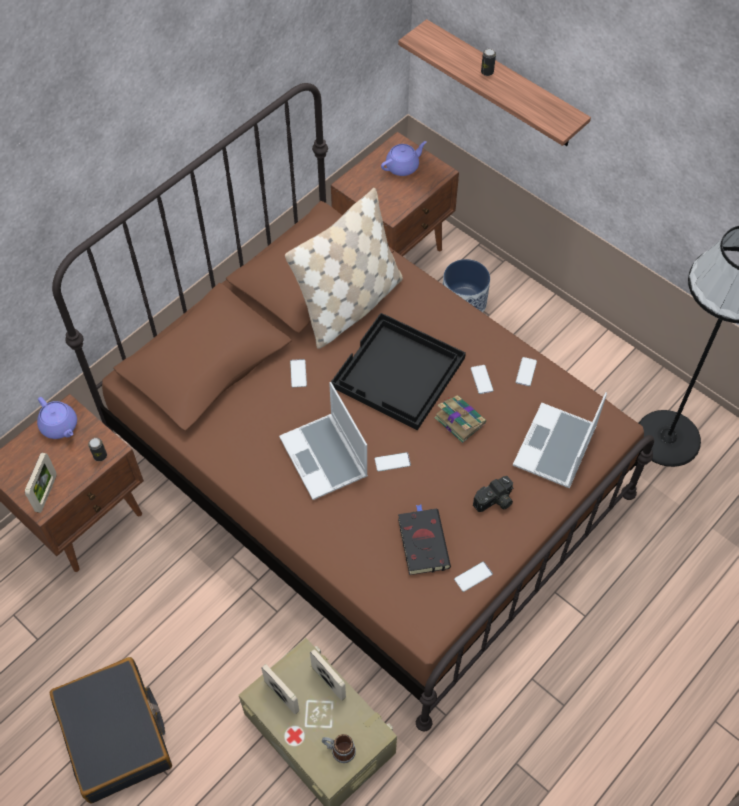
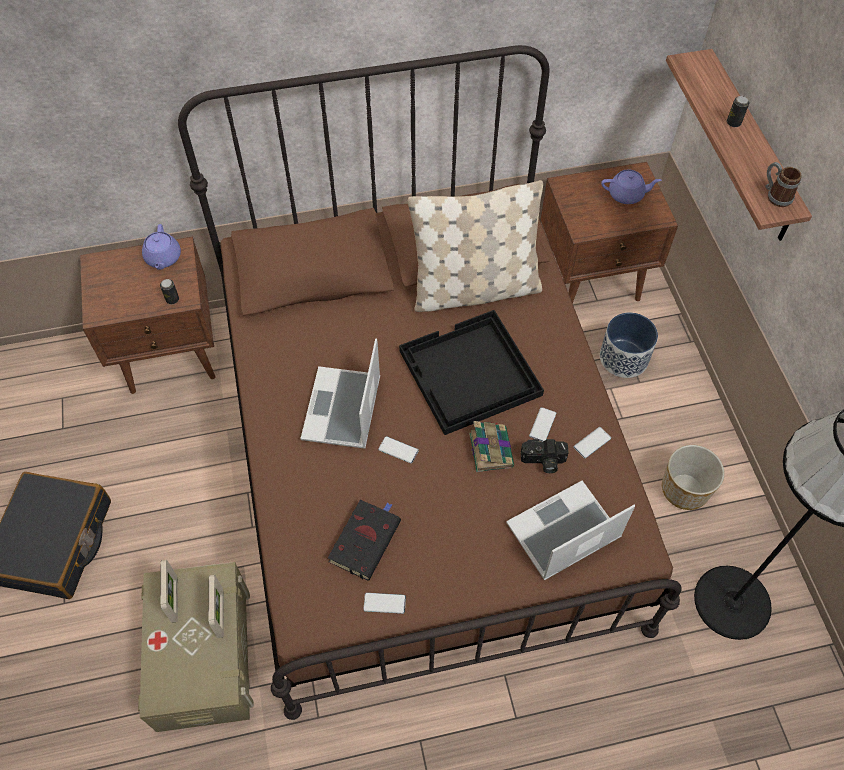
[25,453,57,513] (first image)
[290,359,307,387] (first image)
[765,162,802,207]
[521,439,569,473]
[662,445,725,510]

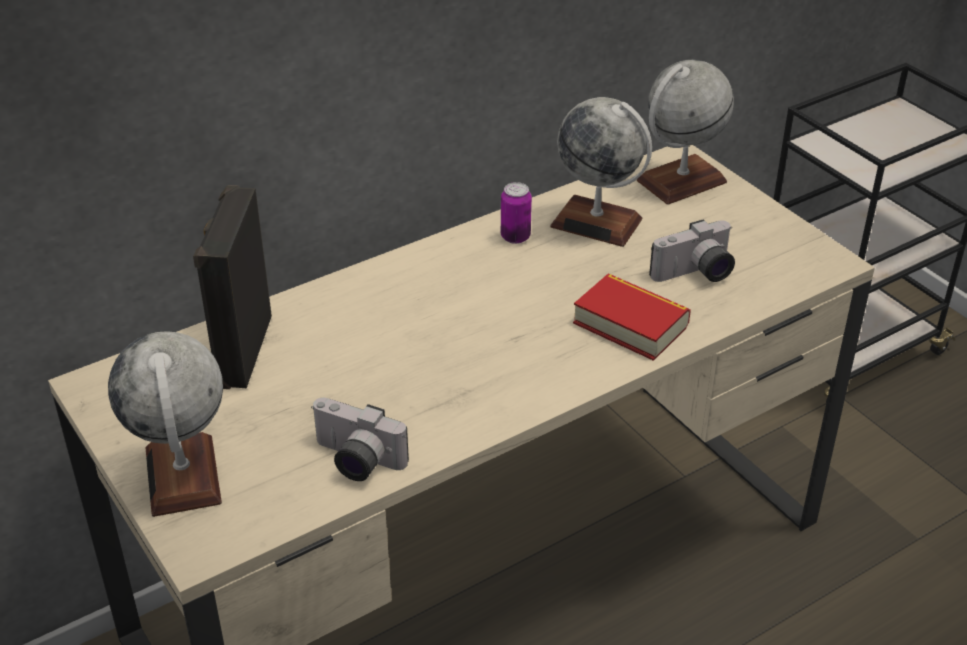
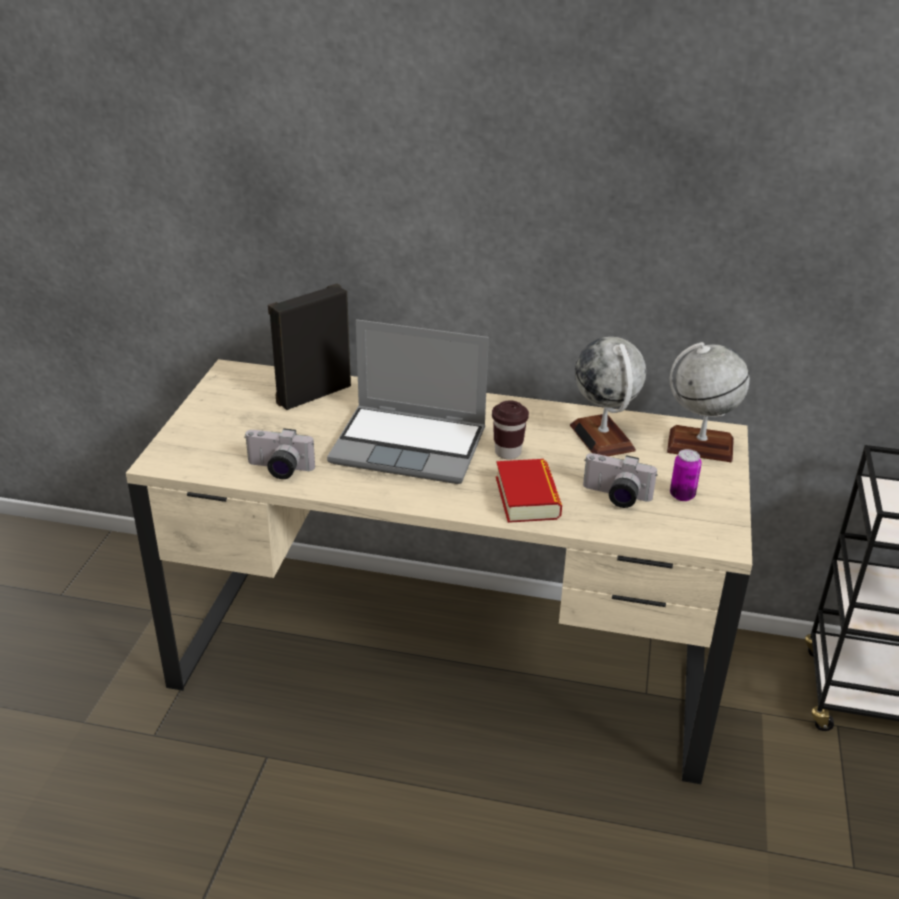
[108,331,223,517] (first image)
[244,428,315,479]
[670,449,702,501]
[327,319,489,484]
[492,400,529,459]

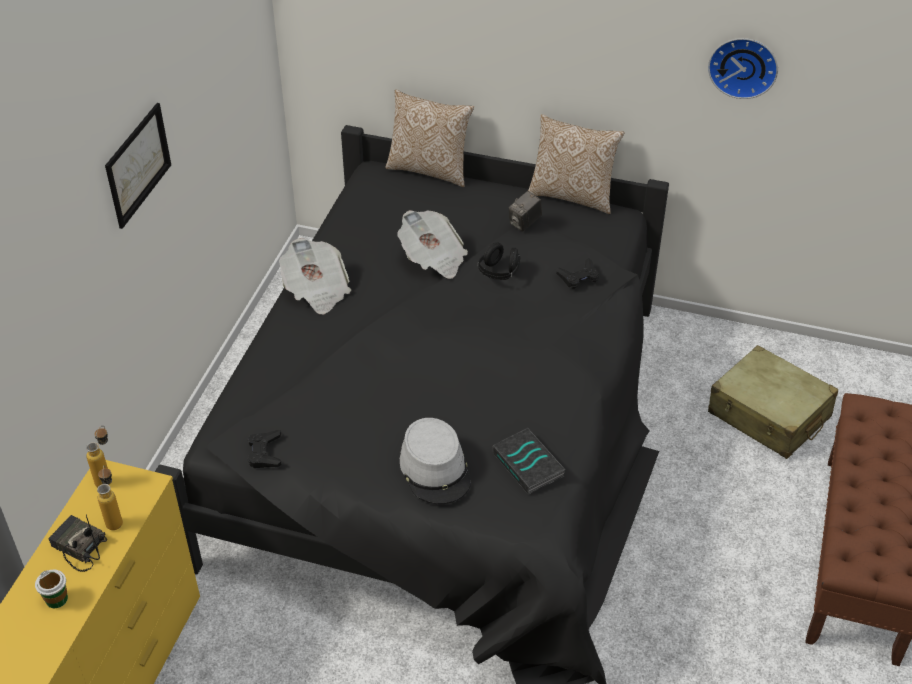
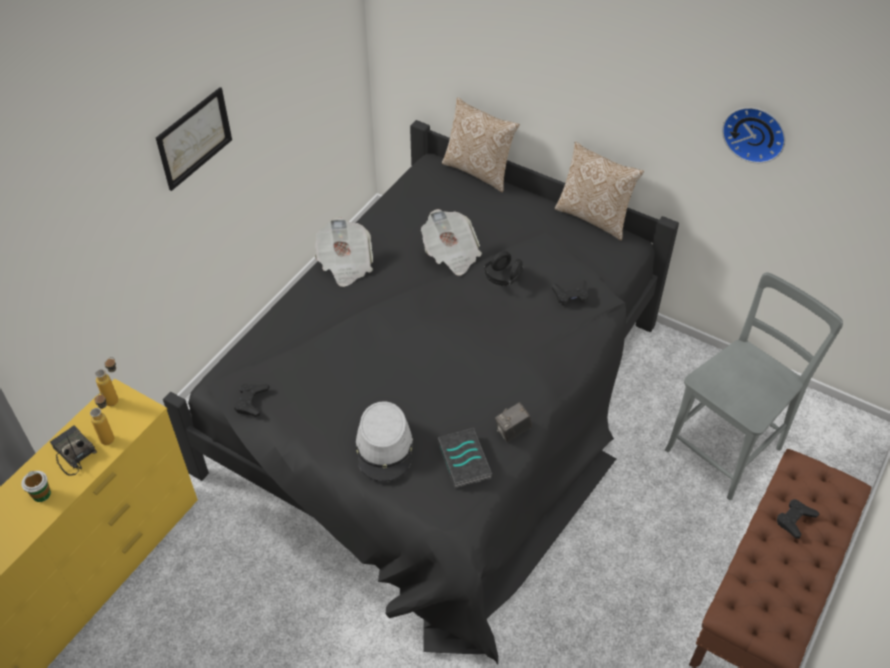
[495,402,532,442]
[665,272,843,500]
[777,499,820,539]

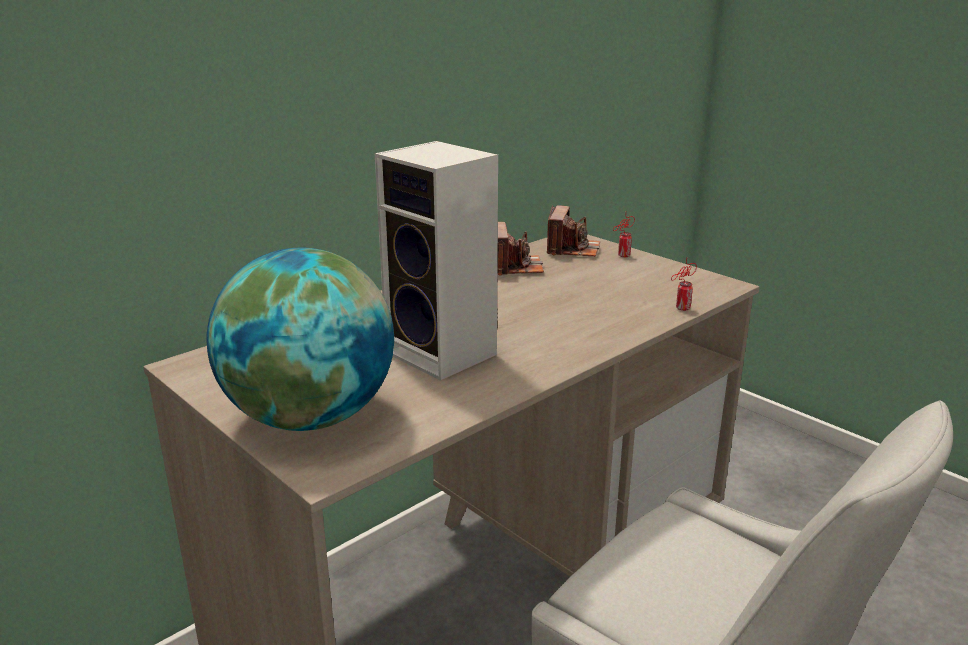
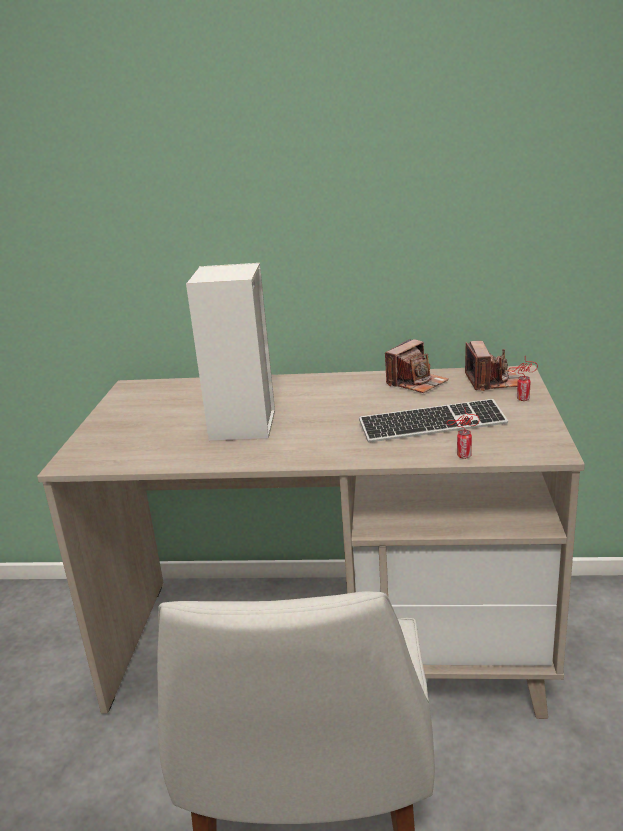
[206,248,394,431] (first image)
[465,341,519,391]
[359,399,508,443]

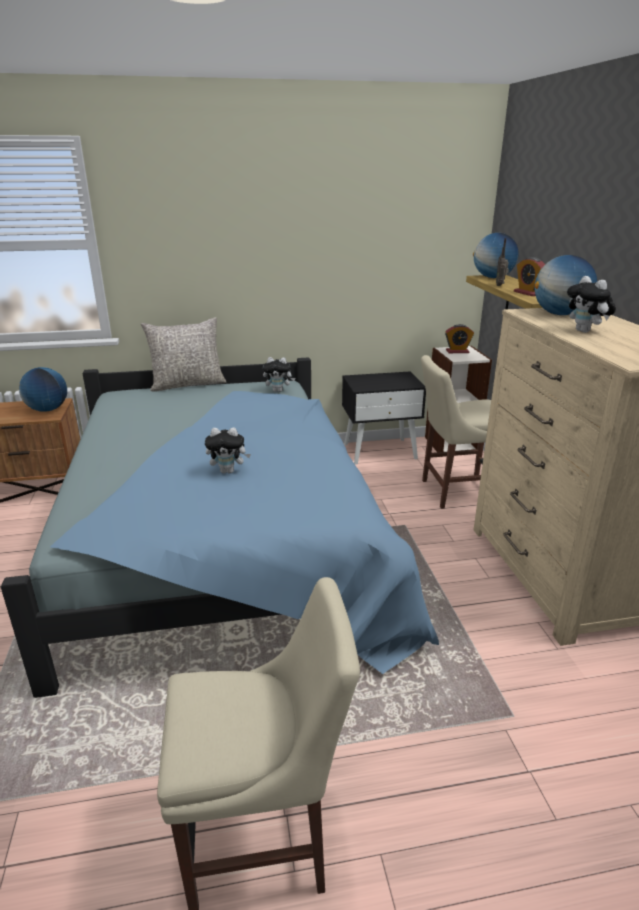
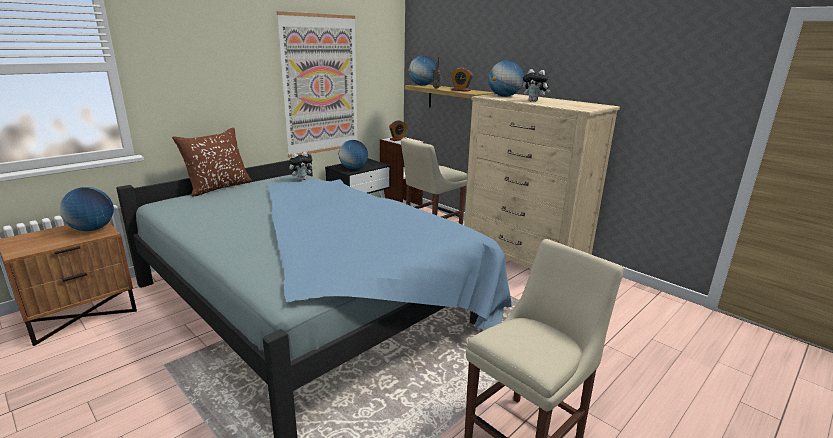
[172,127,252,196]
[205,428,251,473] (first image)
[276,11,357,157]
[338,140,368,169]

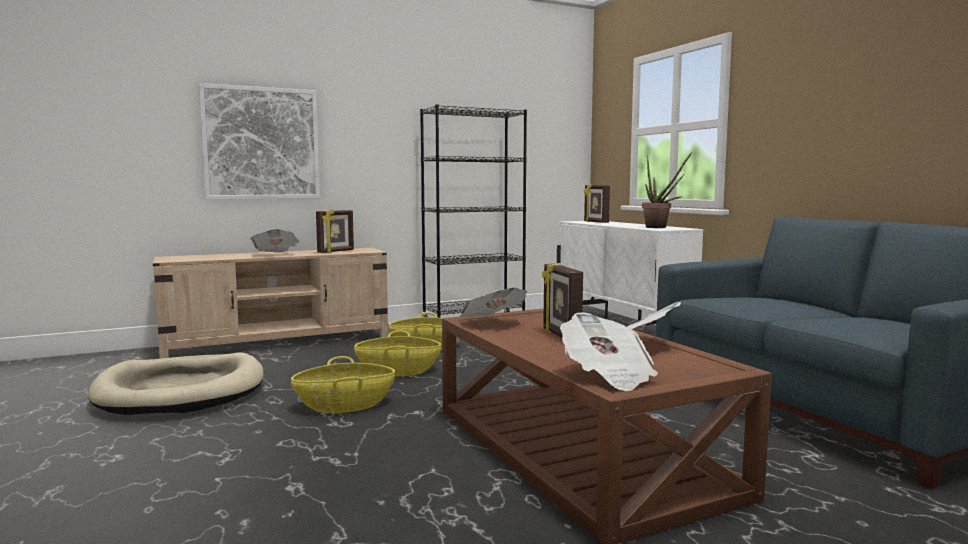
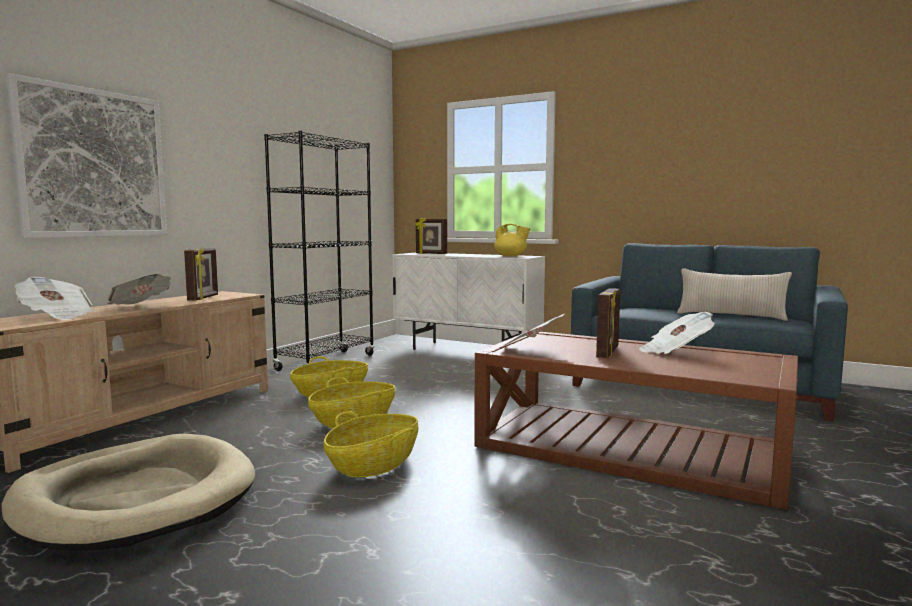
[596,288,620,358]
[15,277,94,320]
[494,224,530,256]
[677,268,792,321]

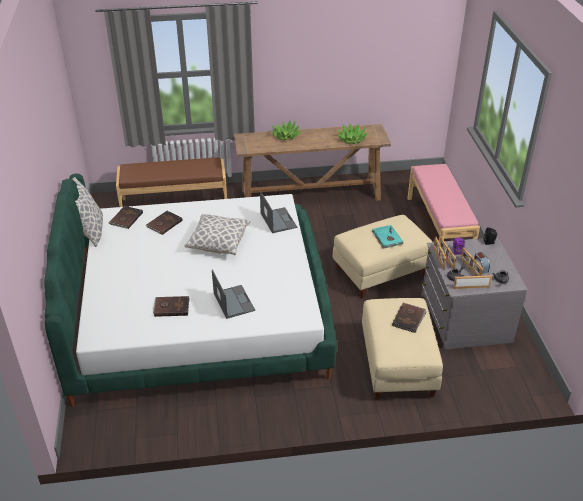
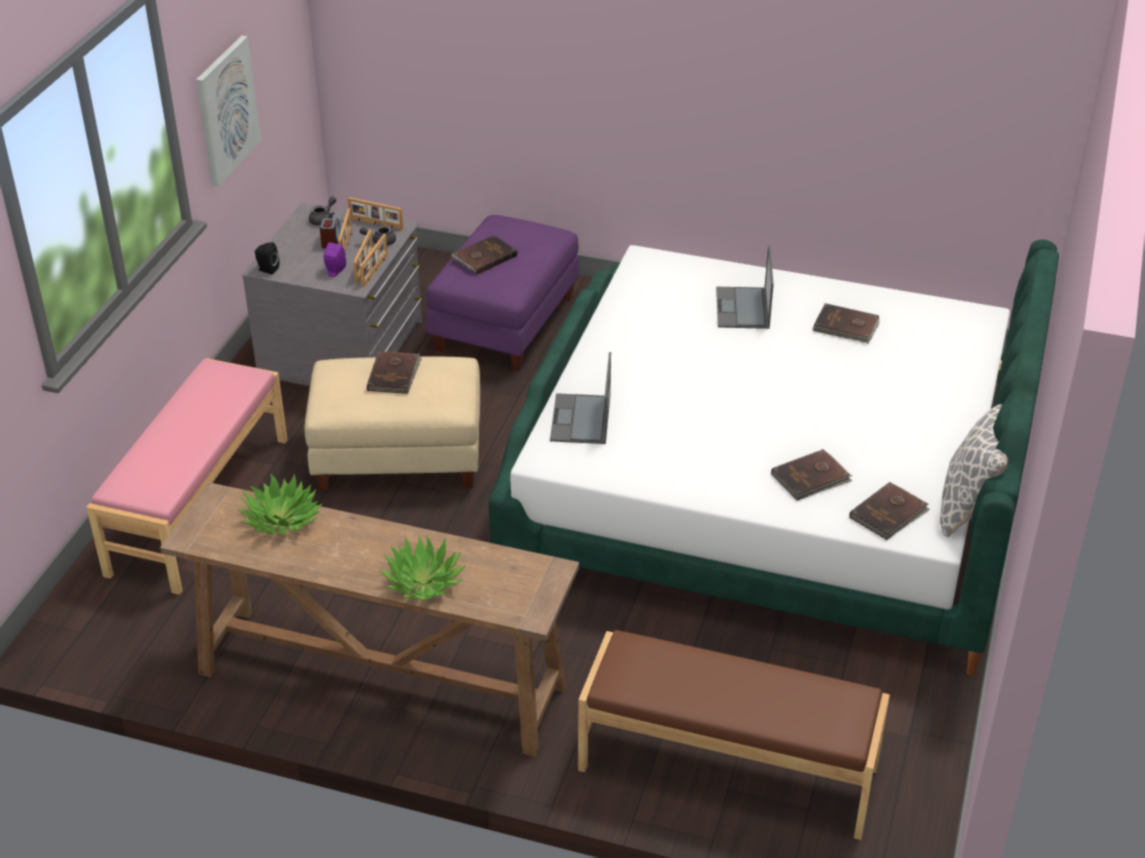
[184,214,250,255] (first image)
[426,215,579,371]
[367,351,422,394]
[196,36,261,187]

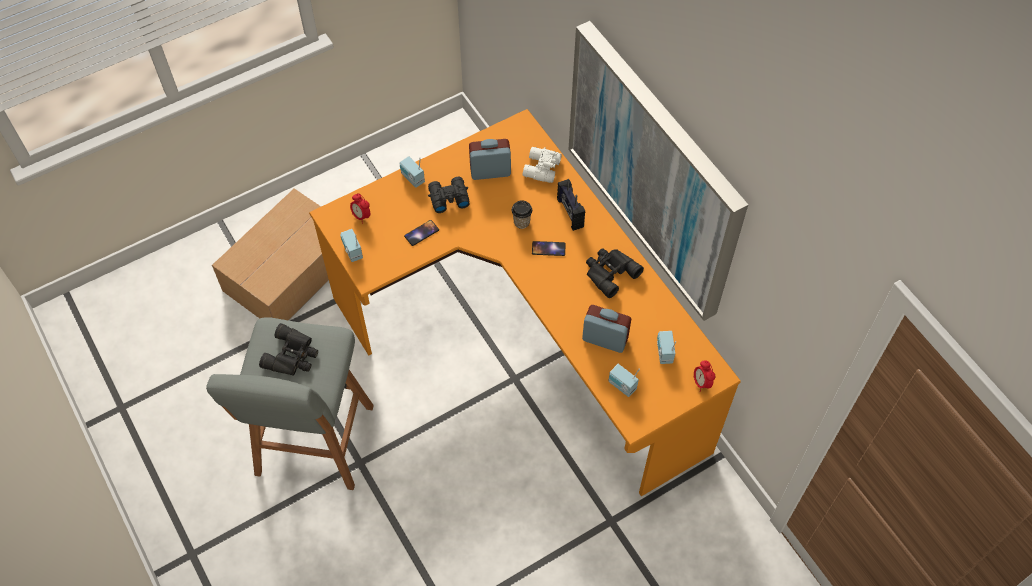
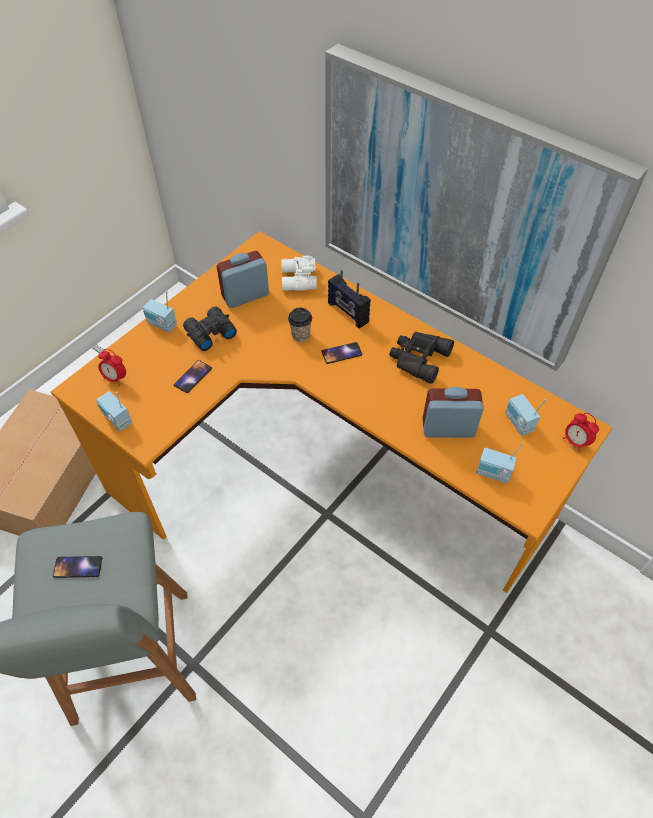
[53,556,102,578]

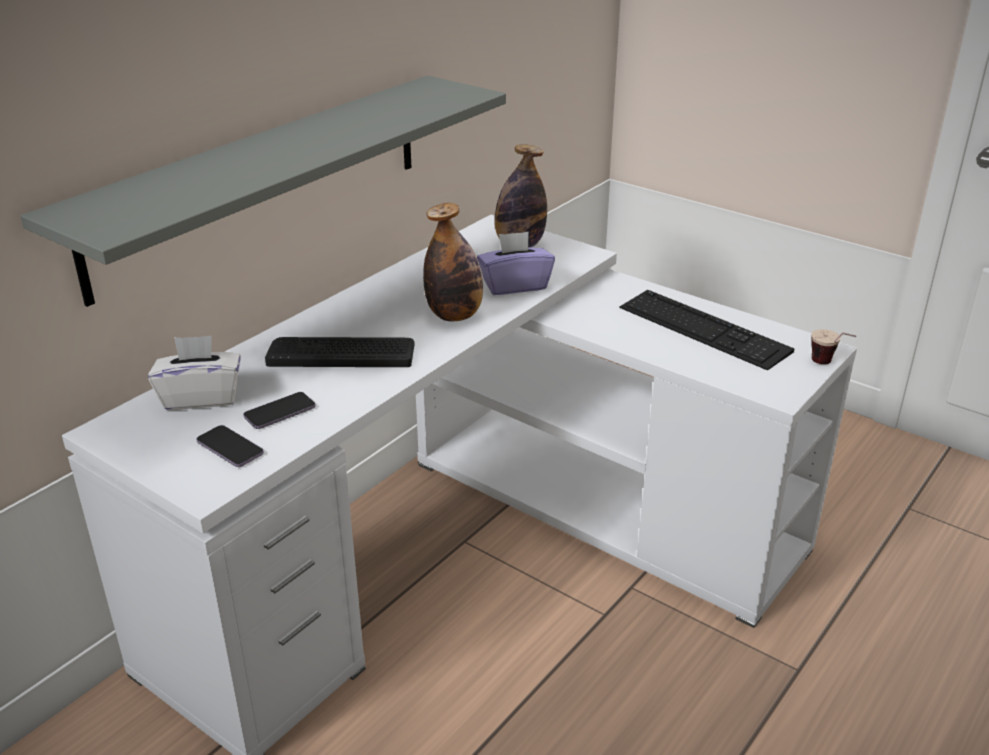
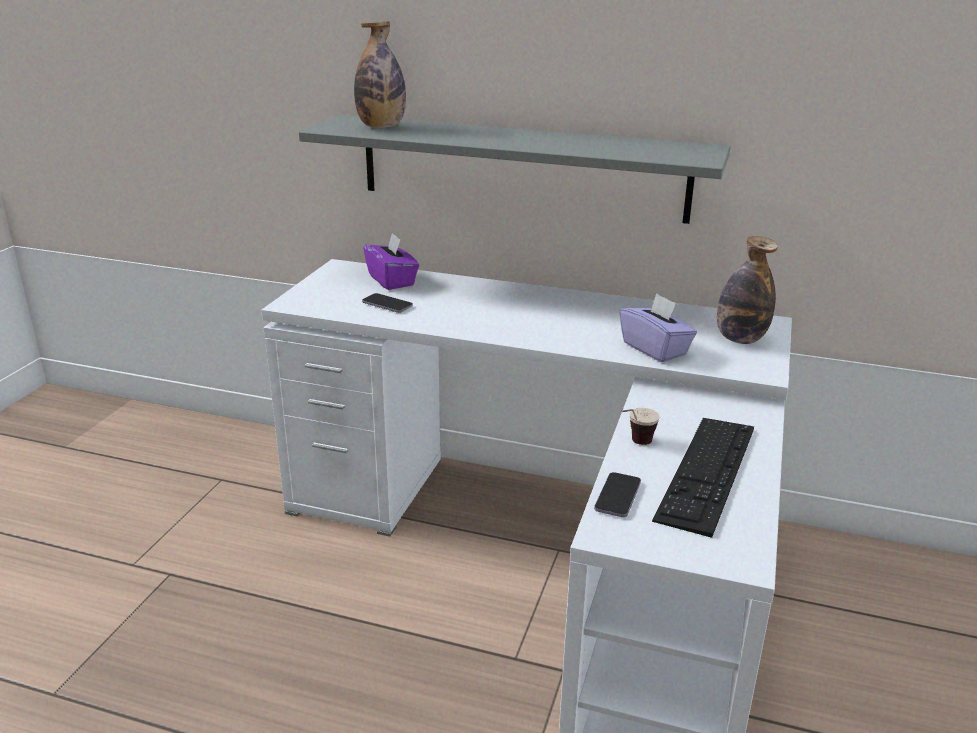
[363,232,419,290]
[594,472,641,517]
[265,337,415,367] (first image)
[354,21,406,128]
[621,408,660,445]

